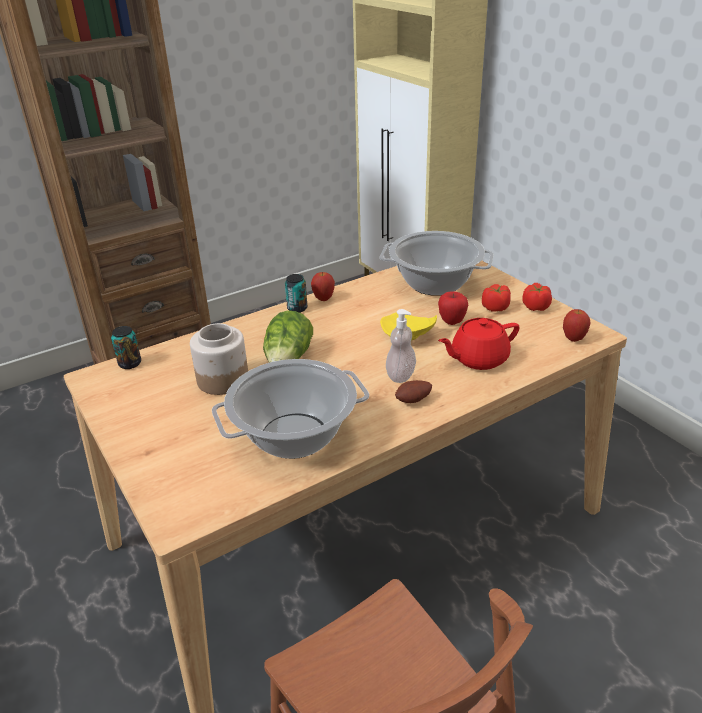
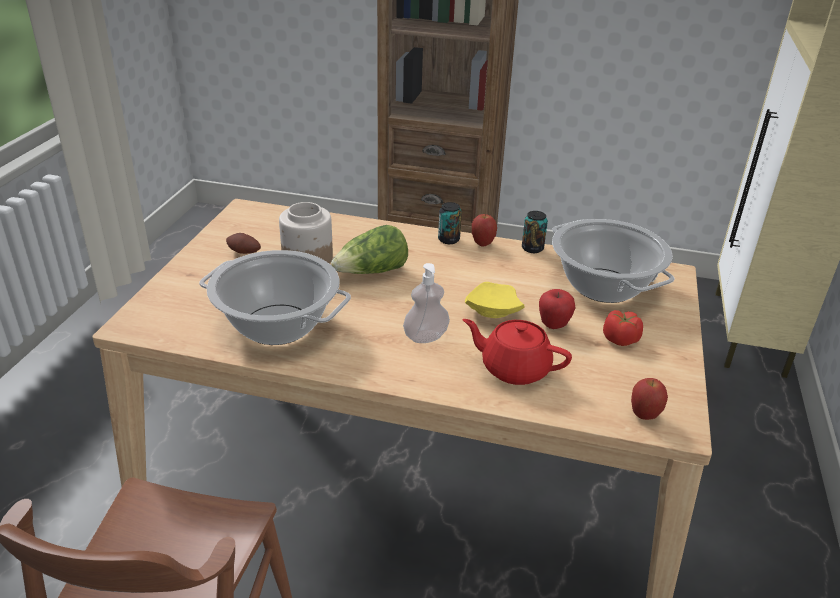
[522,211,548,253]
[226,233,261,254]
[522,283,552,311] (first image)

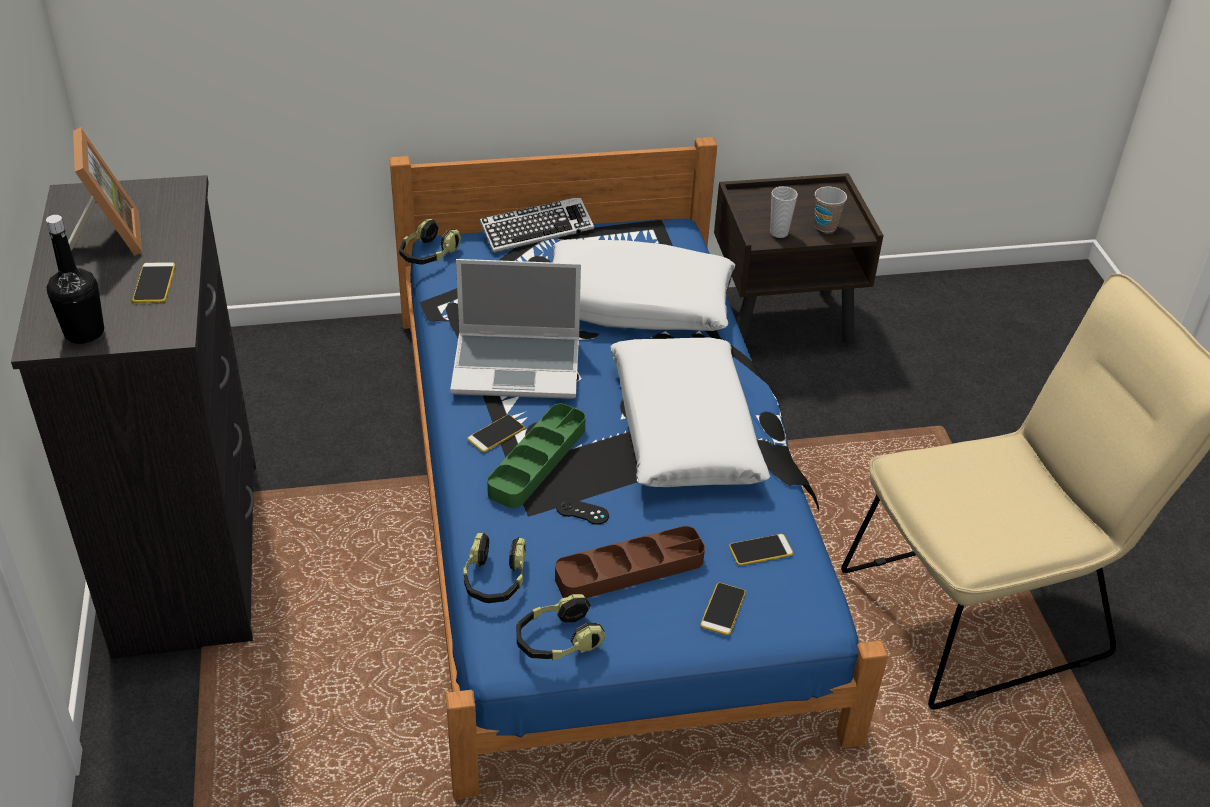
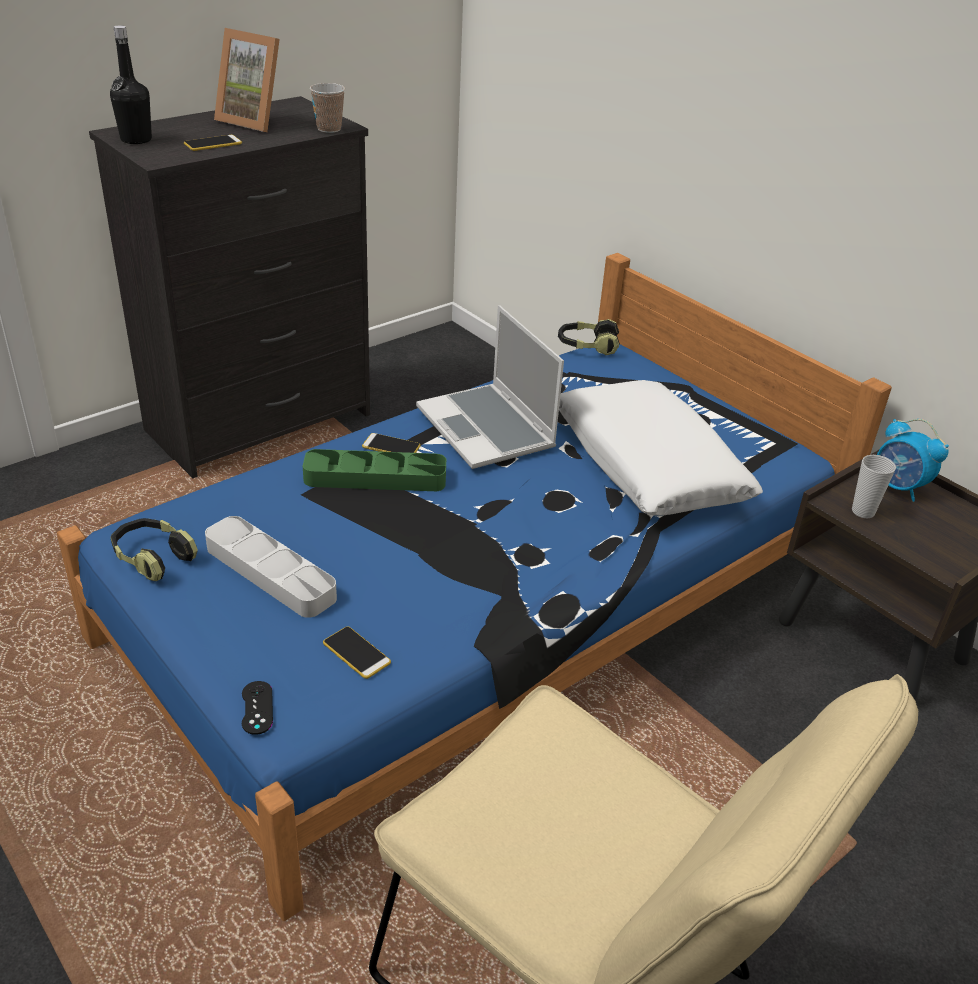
[214,28,280,132]
[463,533,526,603] (first image)
[479,198,594,253] (first image)
[205,516,337,618]
[242,681,273,735]
[610,338,770,487] (first image)
[700,583,746,635] (first image)
[310,83,345,133]
[877,419,949,502]

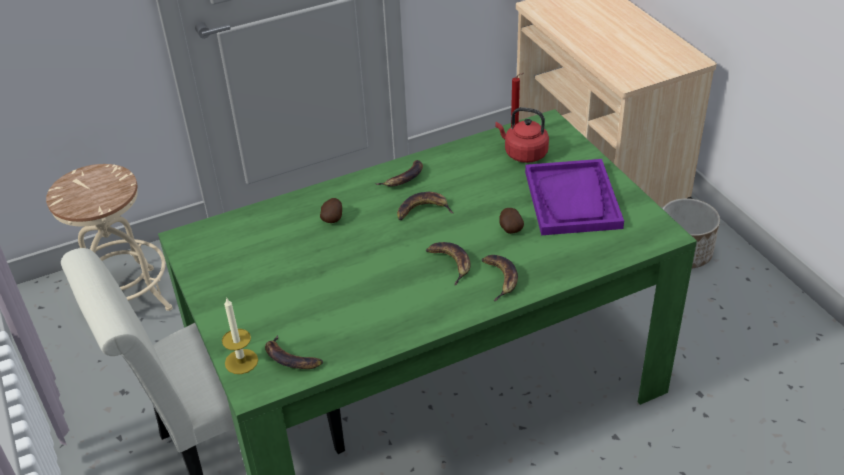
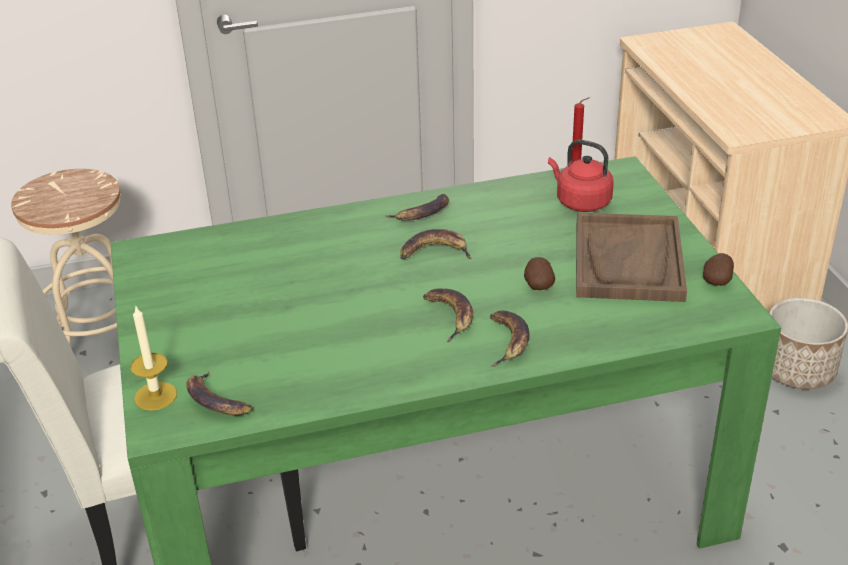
[703,253,734,286]
[576,213,687,302]

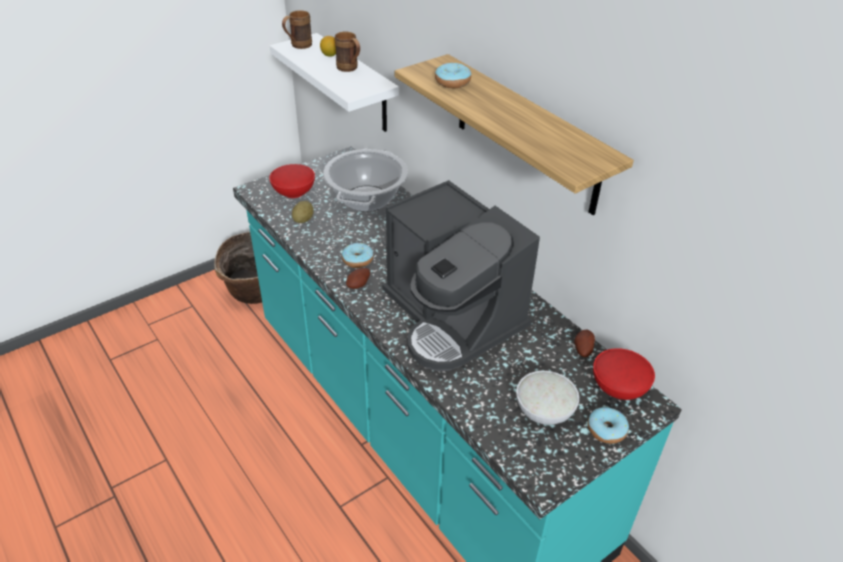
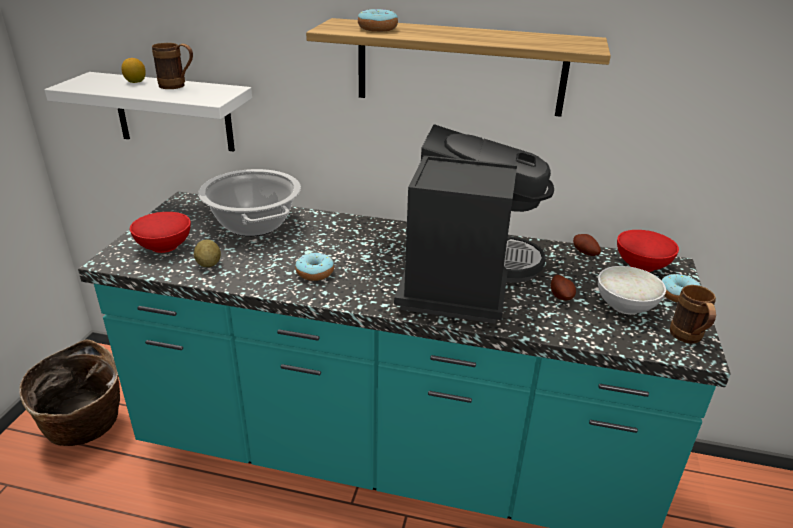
[669,285,716,343]
[551,275,576,300]
[394,124,554,324]

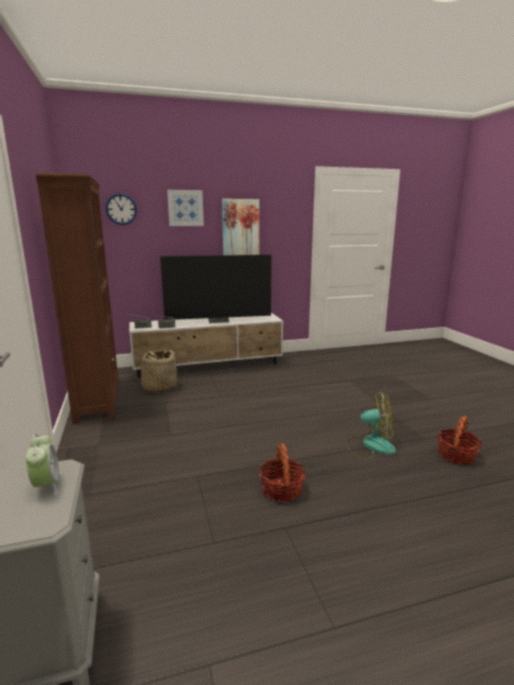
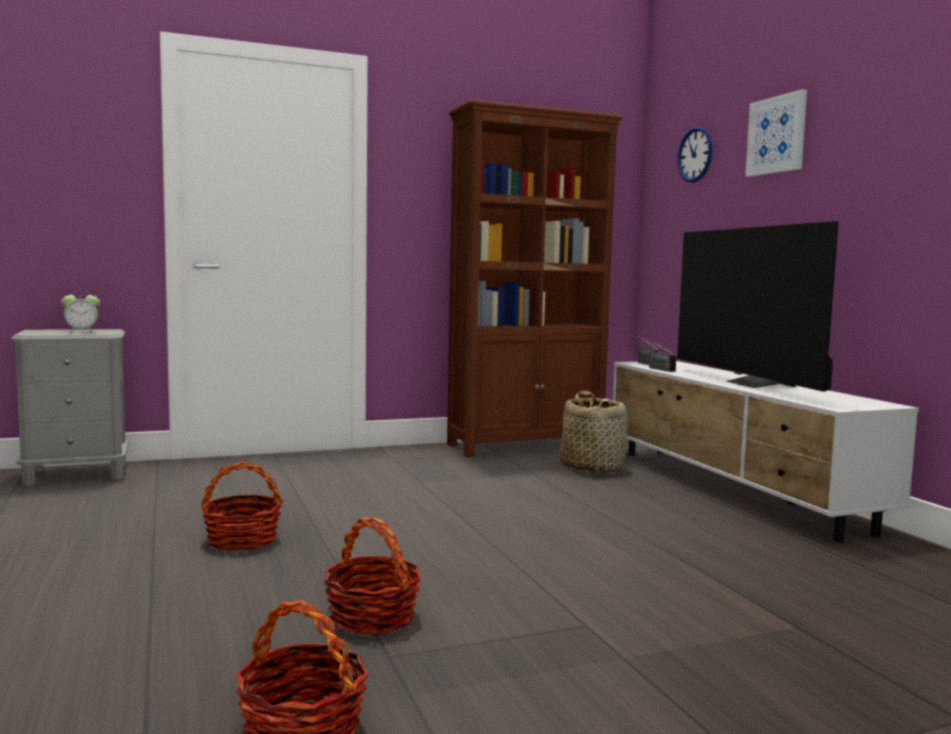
[222,199,259,255] (first image)
[324,517,421,634]

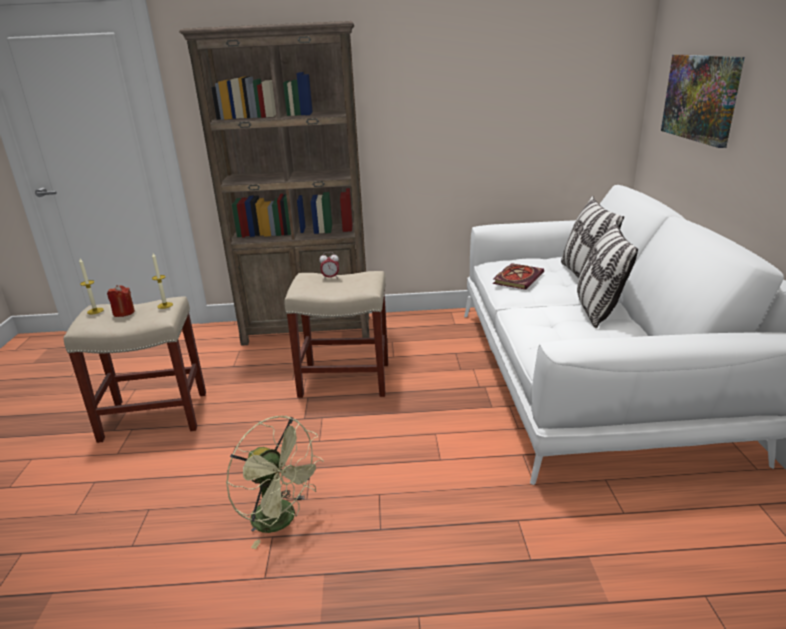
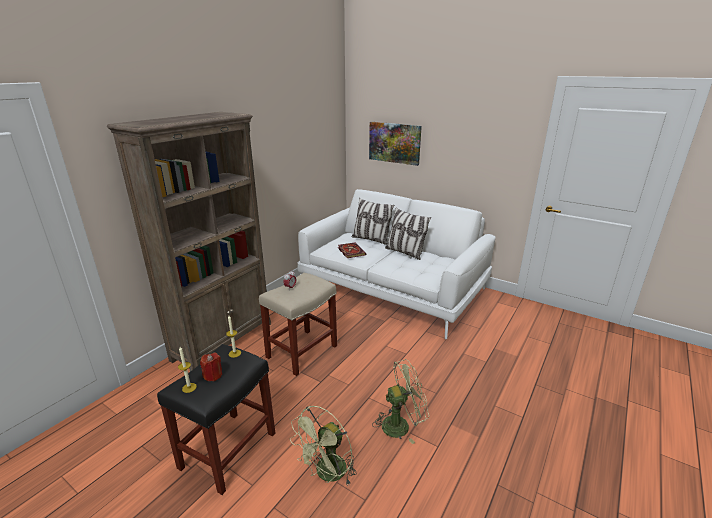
[157,344,275,495]
[290,406,357,486]

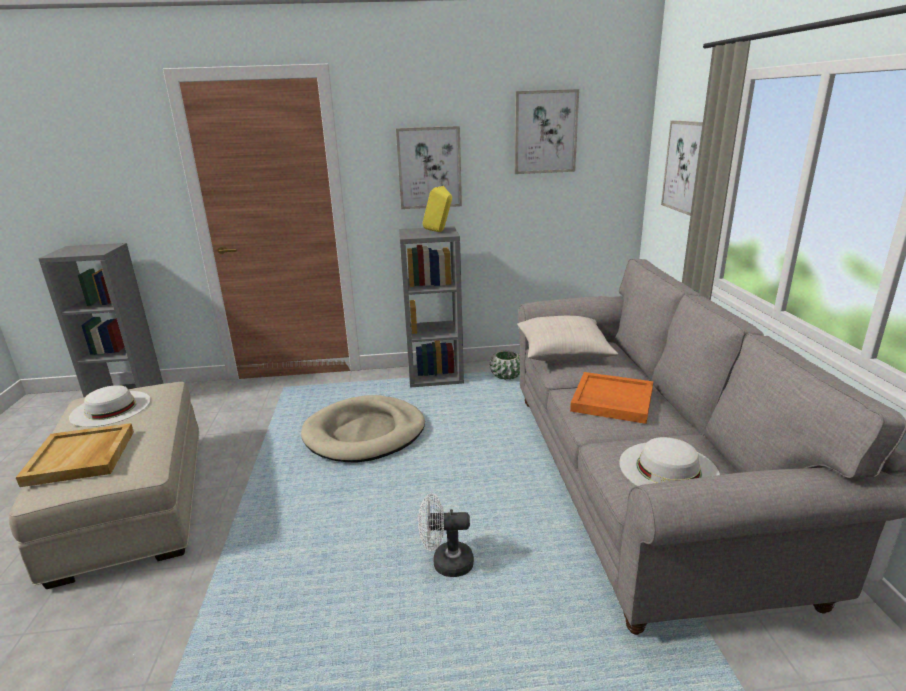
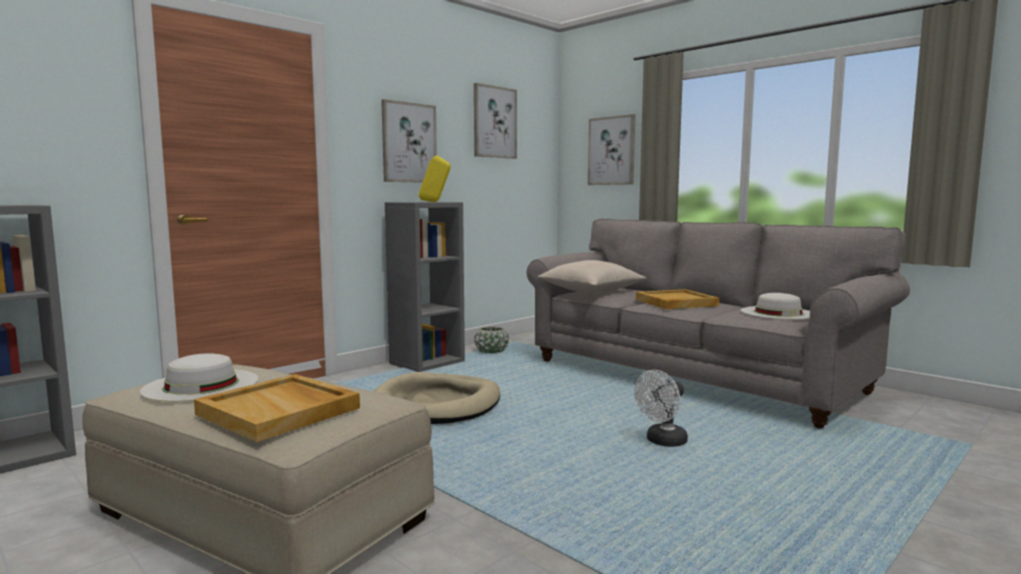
[636,289,719,309]

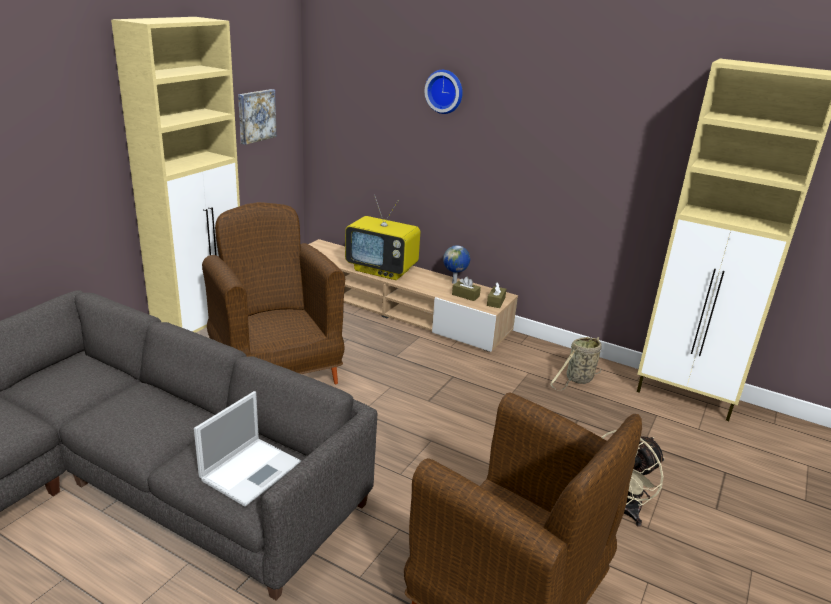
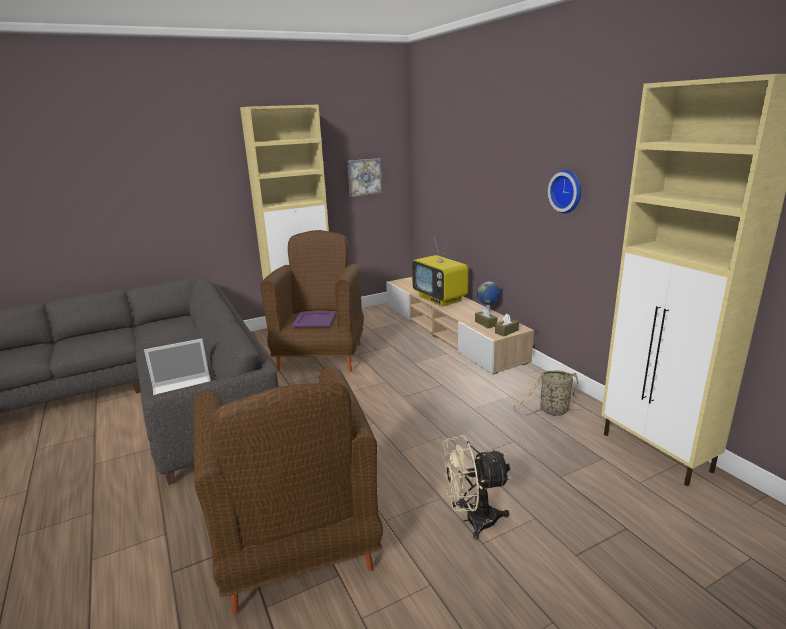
[548,170,581,214]
[292,311,336,327]

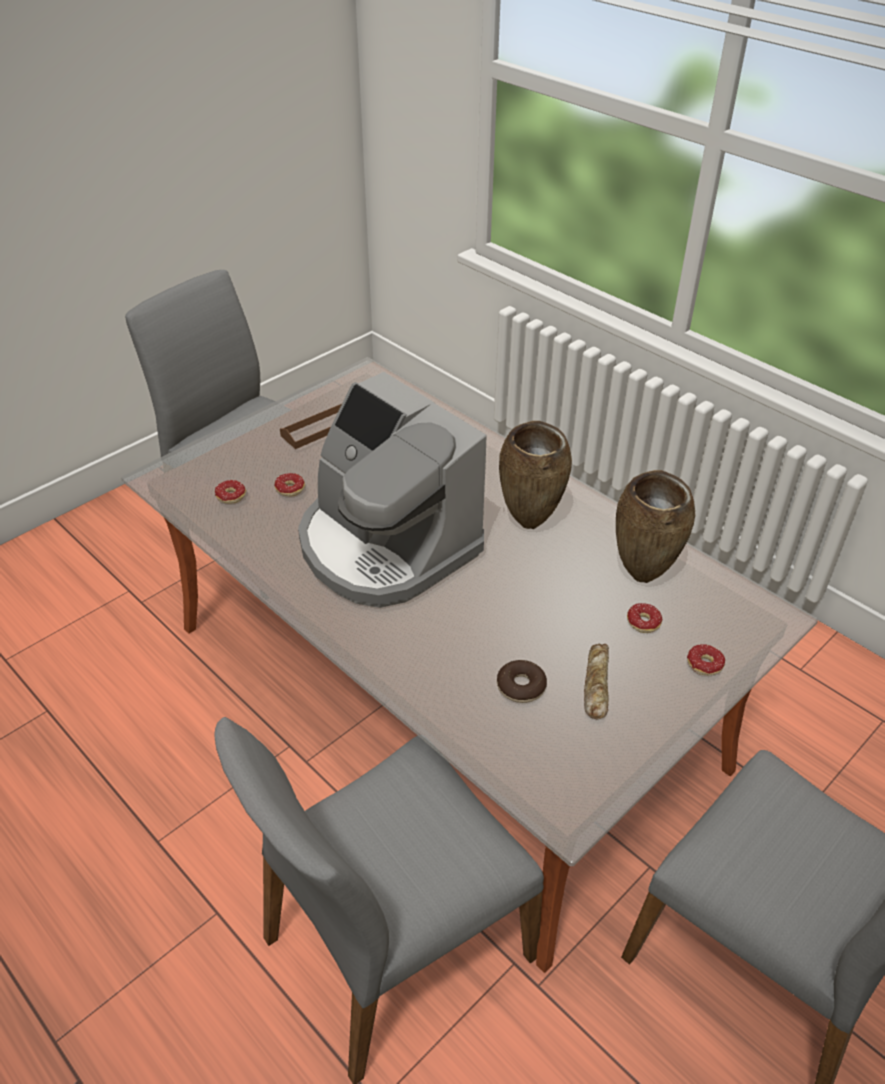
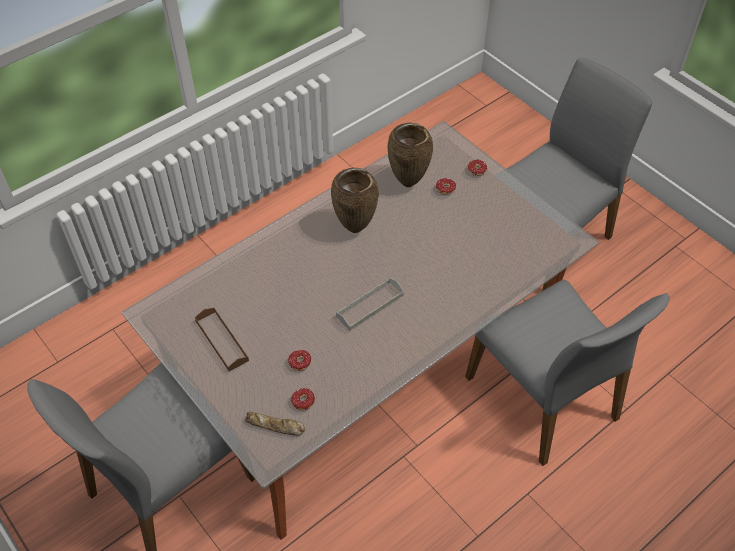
[336,278,404,331]
[497,660,547,703] (first image)
[245,412,305,436]

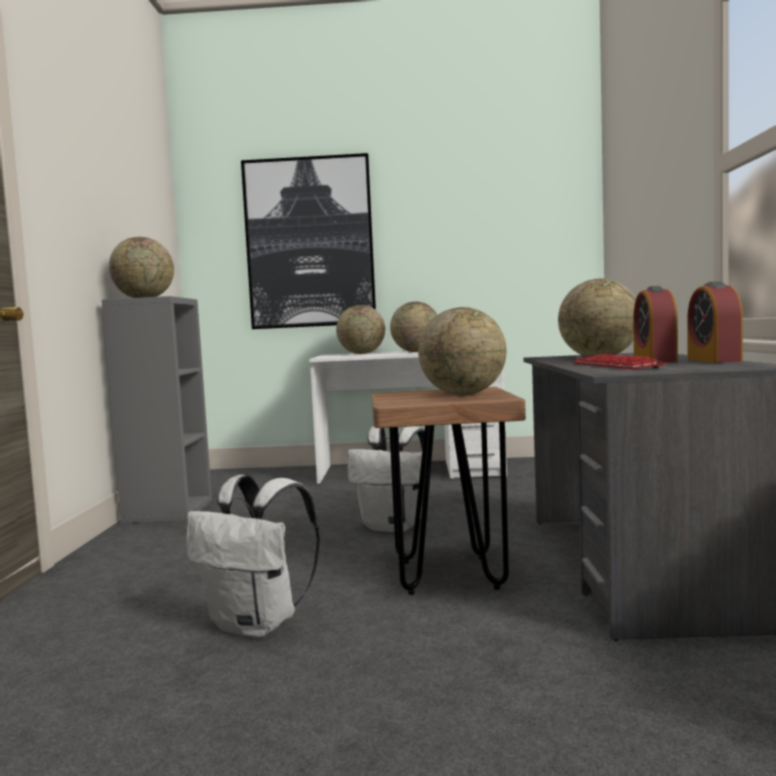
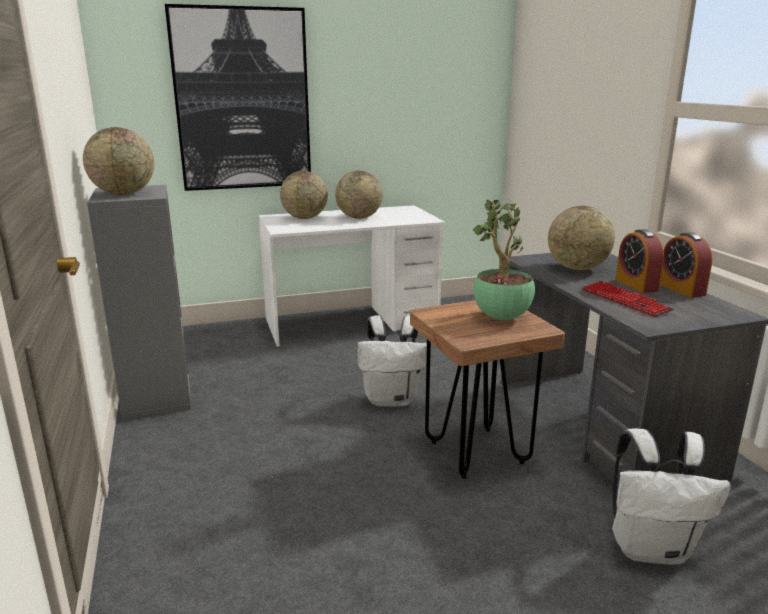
[612,428,731,565]
[473,199,535,320]

